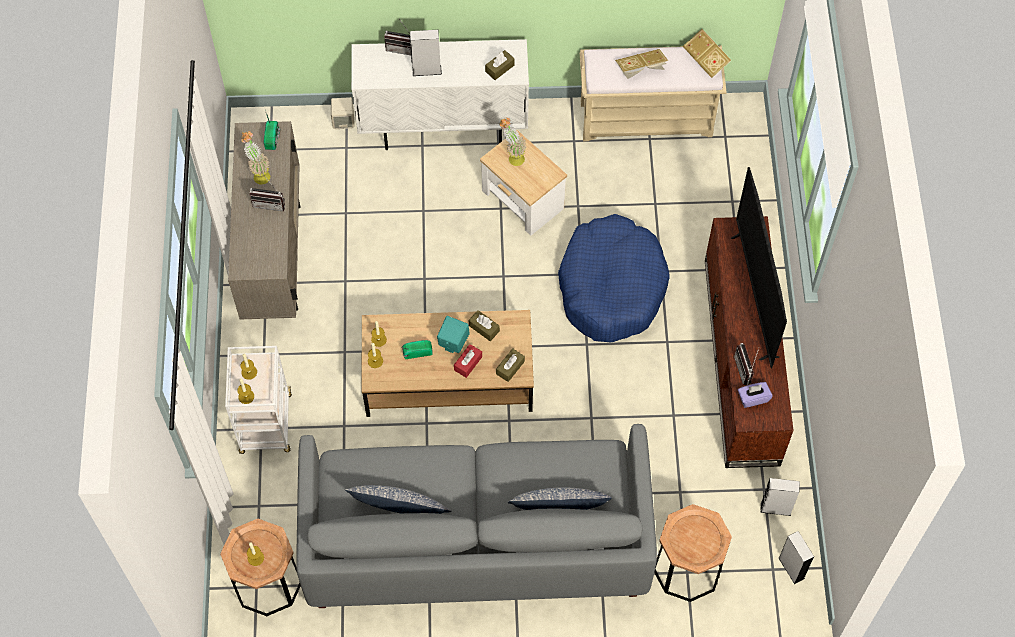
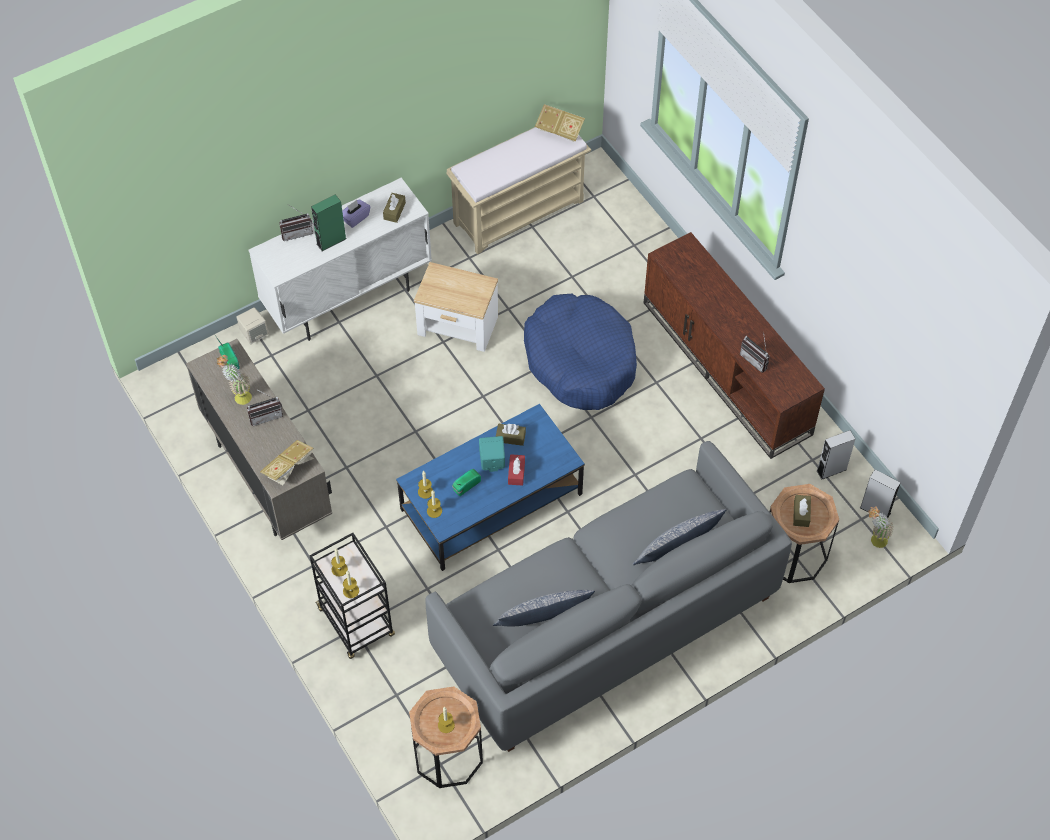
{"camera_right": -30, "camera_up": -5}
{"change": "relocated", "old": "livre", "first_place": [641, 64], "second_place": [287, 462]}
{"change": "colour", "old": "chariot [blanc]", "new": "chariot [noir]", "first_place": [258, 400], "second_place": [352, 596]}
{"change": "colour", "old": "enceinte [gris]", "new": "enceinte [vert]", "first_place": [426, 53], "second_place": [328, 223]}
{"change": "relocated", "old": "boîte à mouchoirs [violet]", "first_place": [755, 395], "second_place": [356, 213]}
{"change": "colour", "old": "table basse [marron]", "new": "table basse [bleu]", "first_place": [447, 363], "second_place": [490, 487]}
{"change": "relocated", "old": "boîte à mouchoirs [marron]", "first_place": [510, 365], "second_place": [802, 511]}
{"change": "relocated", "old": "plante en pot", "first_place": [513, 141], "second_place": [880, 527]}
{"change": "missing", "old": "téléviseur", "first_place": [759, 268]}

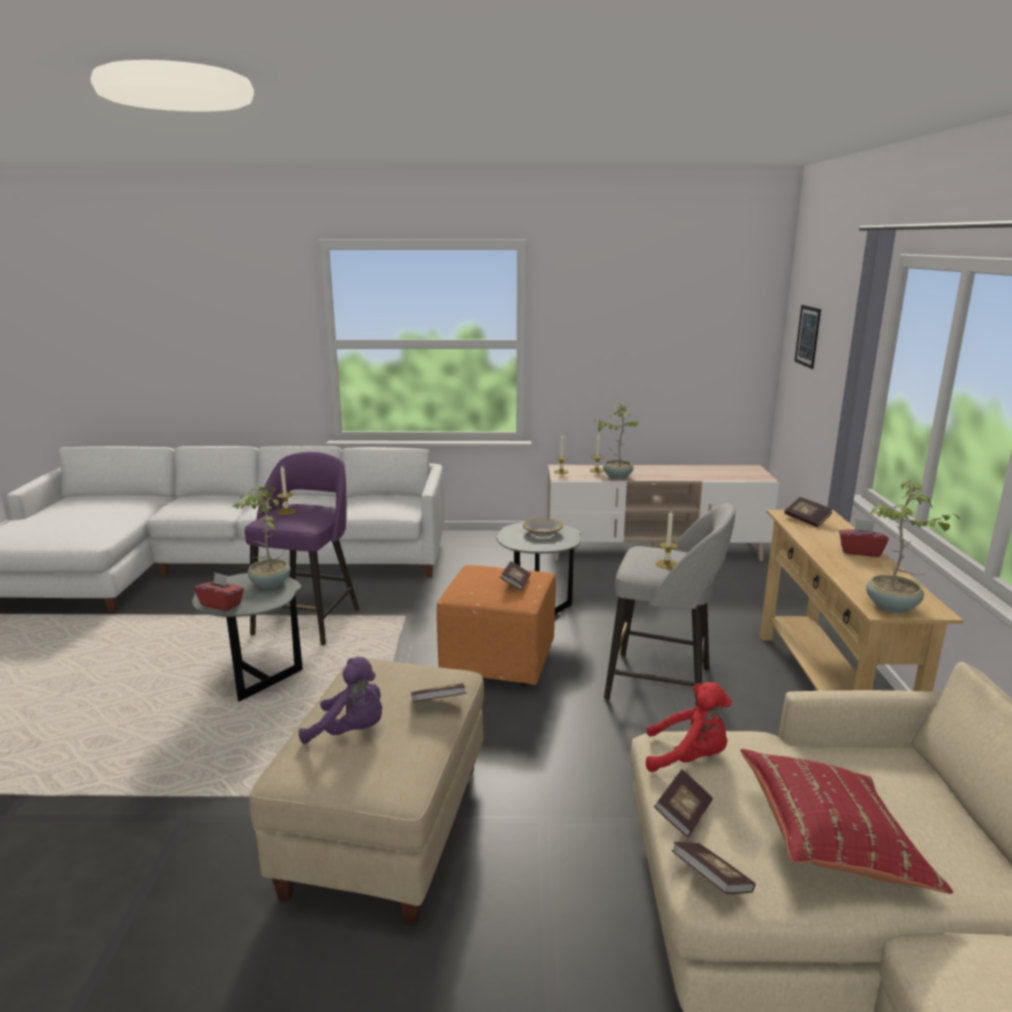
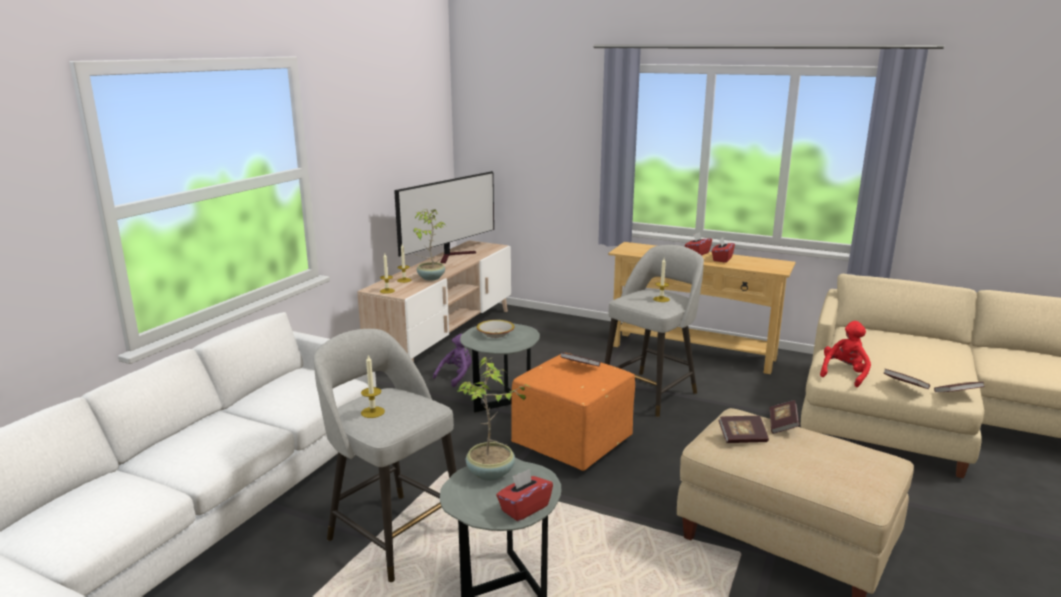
{"camera_right": -65, "camera_up": 0}
{"change": "colour", "old": "tabouret [violet]", "new": "tabouret [gris]", "first_place": [302, 548], "second_place": [384, 455]}
{"change": "appeared", "new": "téléviseur", "second_place": [444, 217]}
{"change": "relocated", "old": "peluche [violet]", "first_place": [340, 700], "second_place": [452, 360]}
{"change": "appeared", "new": "boîte à mouchoirs [rouge]", "second_place": [723, 250]}
{"change": "relocated", "old": "livre", "first_place": [808, 512], "second_place": [743, 429]}
{"change": "missing", "old": "coussin [rouge]", "first_place": [846, 821]}
{"change": "missing", "old": "tableau", "first_place": [807, 337]}
{"change": "missing", "old": "plante en pot", "first_place": [913, 546]}

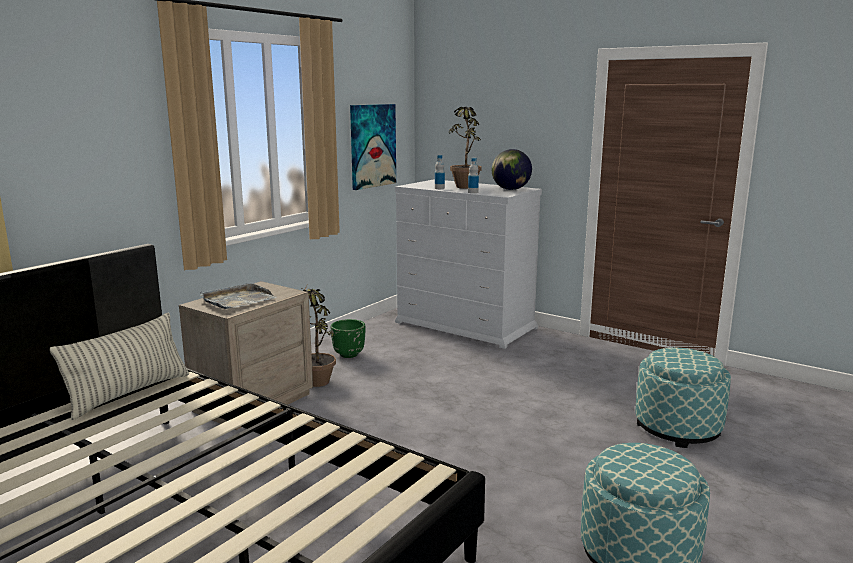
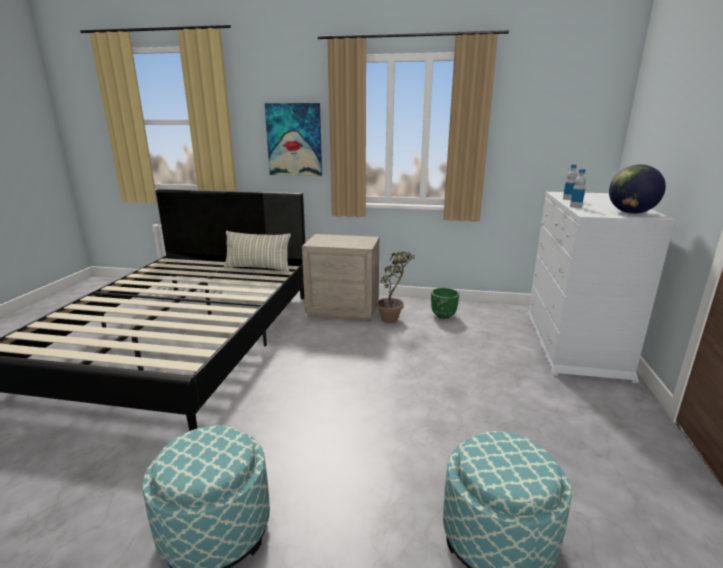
{"camera_right": 65, "camera_up": 5}
{"change": "relocated", "old": "tableau", "first_place": [373, 147], "second_place": [293, 139]}
{"change": "missing", "old": "plateau [gris]", "first_place": [238, 296]}
{"change": "missing", "old": "plante en pot", "first_place": [465, 148]}

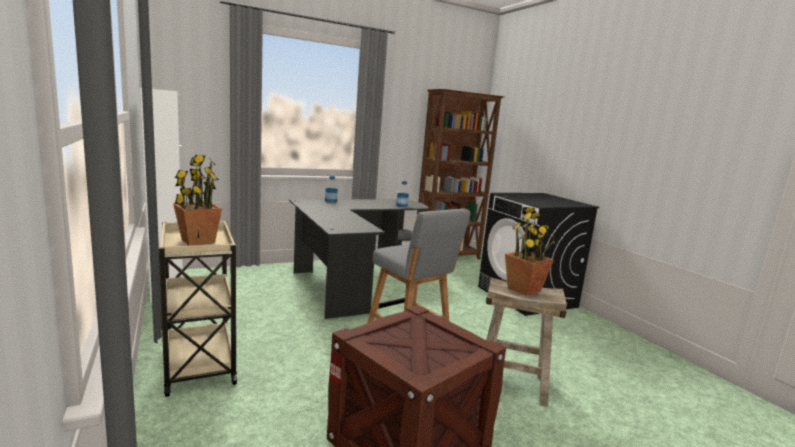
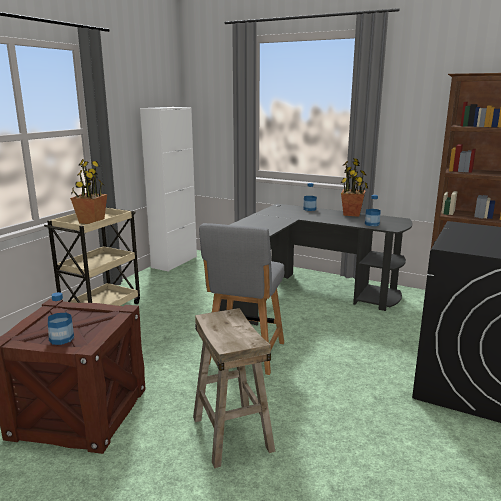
{"camera_right": 55, "camera_up": 5}
{"change": "appeared", "new": "bouteille", "second_place": [61, 318]}
{"change": "relocated", "old": "plante en pot", "first_place": [530, 251], "second_place": [354, 187]}

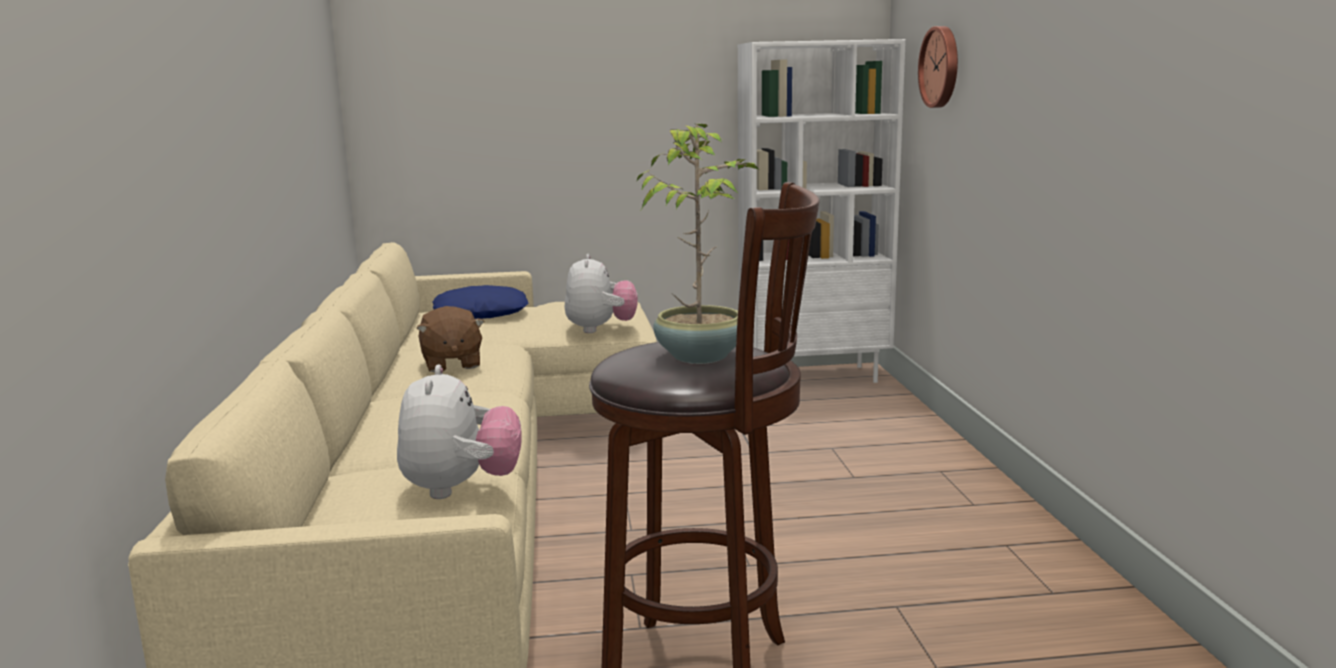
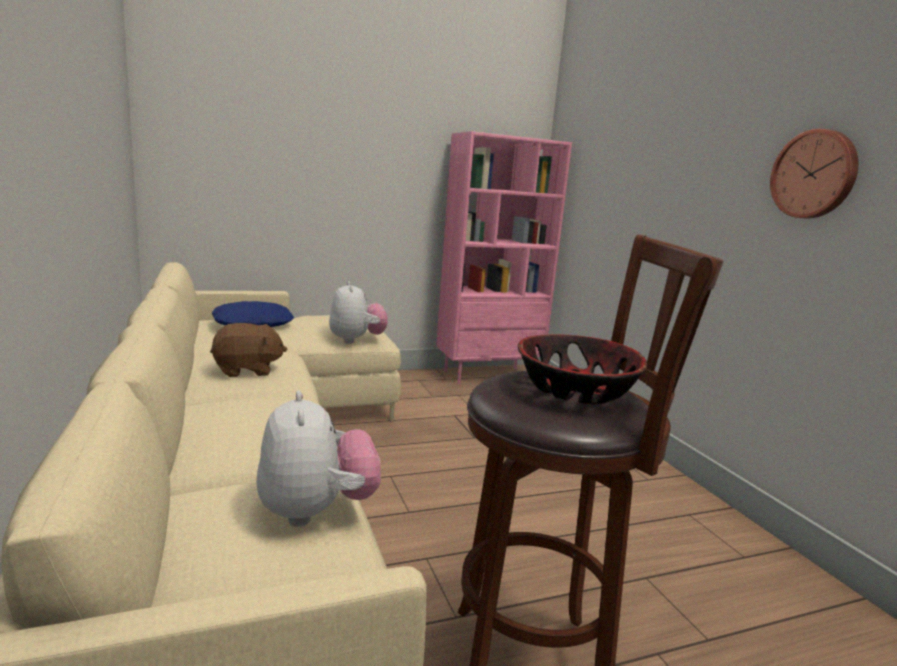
{"camera_right": -15, "camera_up": 0}
{"change": "spun", "old": "peluche [marron]", "first_place": [450, 339], "second_place": [248, 350], "degrees": -75}
{"change": "colour", "old": "bibliothèque [blanc]", "new": "bibliothèque [rose]", "first_place": [822, 211], "second_place": [504, 257]}
{"change": "exchanged", "old": "plante en pot", "new": "bol", "first_place": [697, 244], "second_place": [583, 369]}
{"change": "relocated", "old": "horloge murale", "first_place": [938, 67], "second_place": [814, 173]}

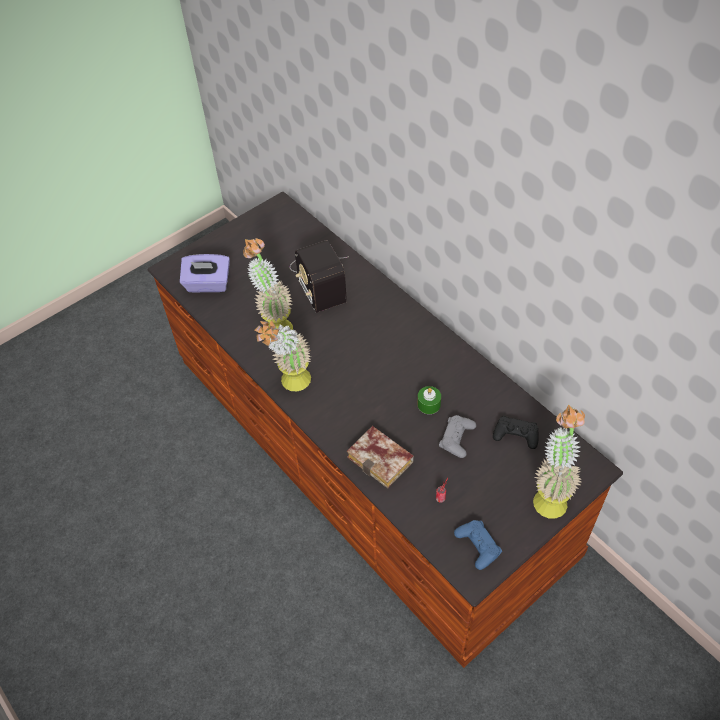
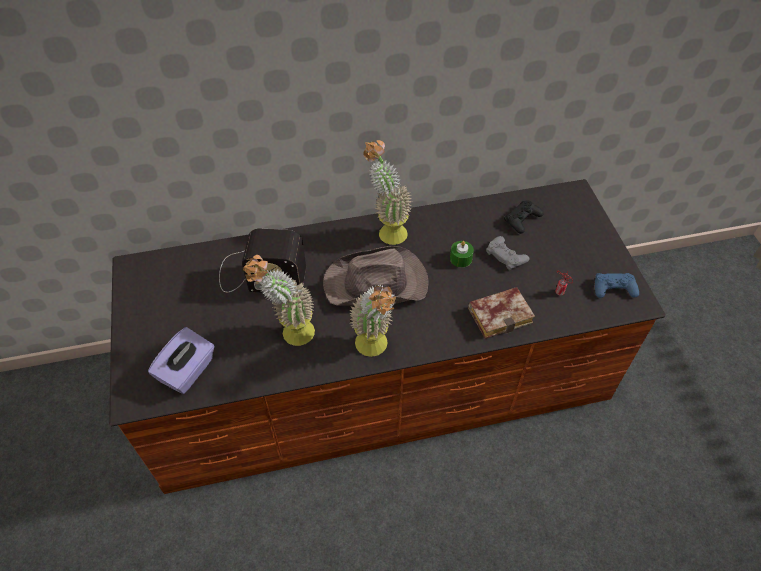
{"camera_right": -65, "camera_up": 0}
{"change": "appeared", "new": "chapeau [marron]", "second_place": [376, 276]}
{"change": "relocated", "old": "plante en pot", "first_place": [559, 462], "second_place": [388, 192]}

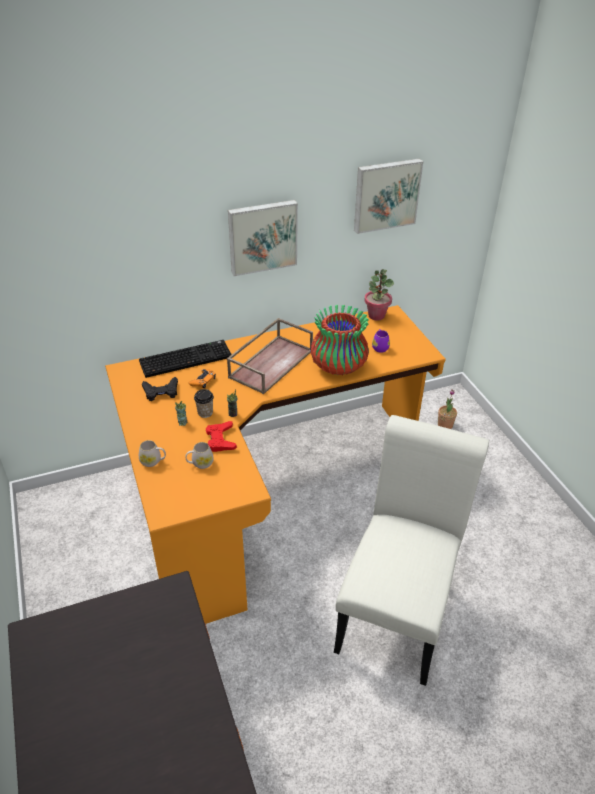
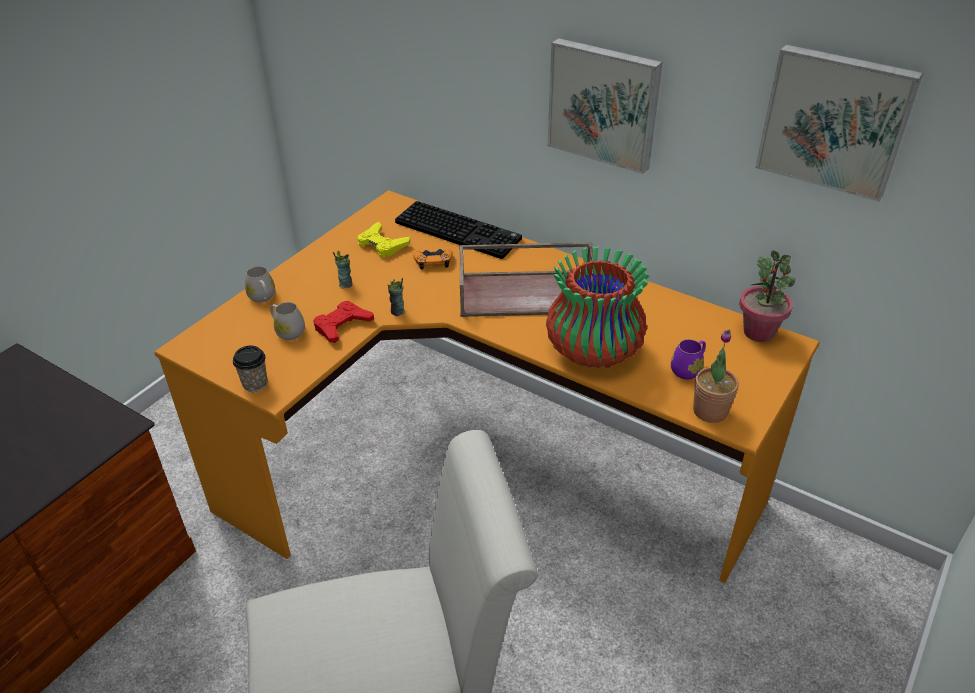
{"camera_right": 55, "camera_up": 0}
{"change": "relocated", "old": "tasse", "first_place": [204, 403], "second_place": [250, 368]}
{"change": "colour", "old": "manette [noir]", "new": "manette [jaune]", "first_place": [160, 389], "second_place": [383, 240]}
{"change": "relocated", "old": "plante en pot", "first_place": [447, 409], "second_place": [716, 376]}

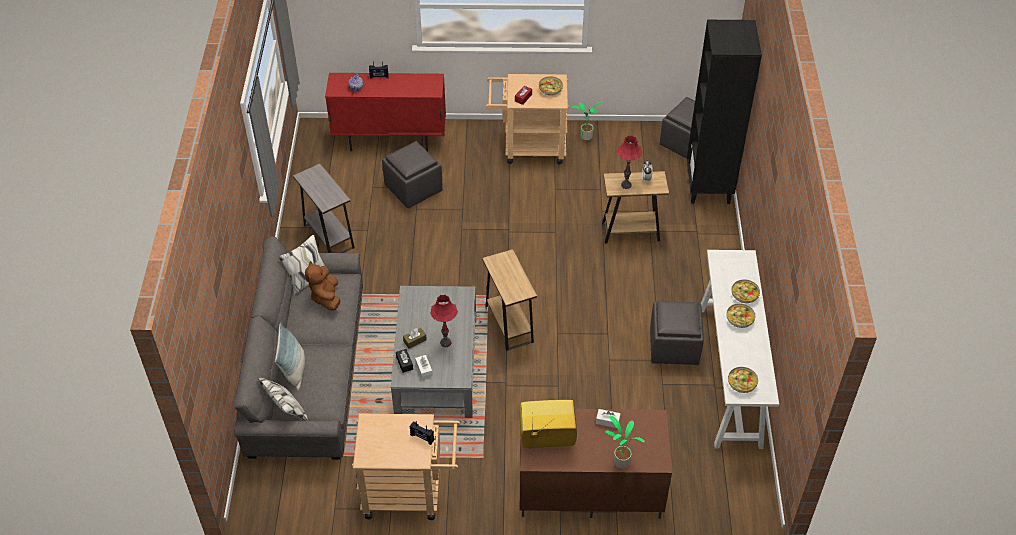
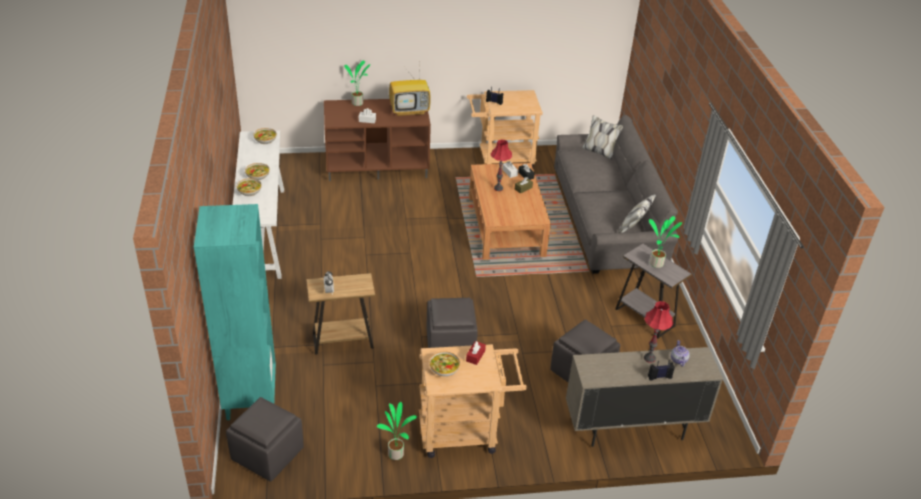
{"camera_right": 170, "camera_up": -10}
{"change": "colour", "old": "bibliothèque [noir]", "new": "bibliothèque [turquoise]", "first_place": [724, 112], "second_place": [235, 312]}
{"change": "relocated", "old": "pouf [gris]", "first_place": [677, 333], "second_place": [452, 323]}
{"change": "colour", "old": "table basse [gris]", "new": "table basse [marron]", "first_place": [433, 352], "second_place": [510, 211]}
{"change": "colour", "old": "meuble de rangement [rouge]", "new": "meuble de rangement [beige]", "first_place": [385, 112], "second_place": [644, 397]}
{"change": "relocated", "old": "lampe de table [rouge]", "first_place": [629, 162], "second_place": [659, 332]}
{"change": "appeared", "new": "plante en pot", "second_place": [665, 242]}
{"change": "missing", "old": "coussin", "first_place": [290, 356]}
{"change": "missing", "old": "peluche [marron]", "first_place": [322, 286]}
{"change": "missing", "old": "table d'appoint [marron]", "first_place": [509, 300]}

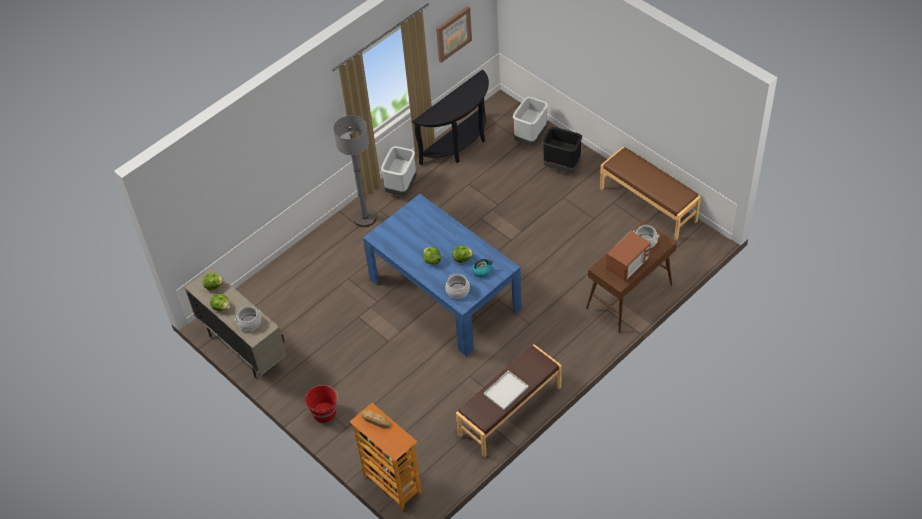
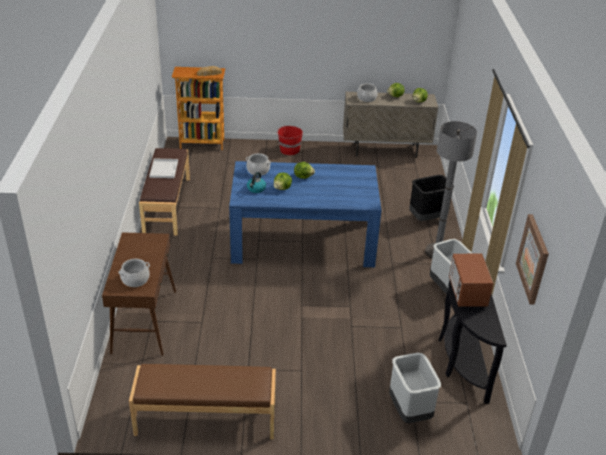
{"camera_right": 130, "camera_up": -15}
{"change": "relocated", "old": "poubelle [noir]", "first_place": [562, 150], "second_place": [431, 198]}
{"change": "relocated", "old": "micro-ondes", "first_place": [628, 256], "second_place": [471, 280]}

